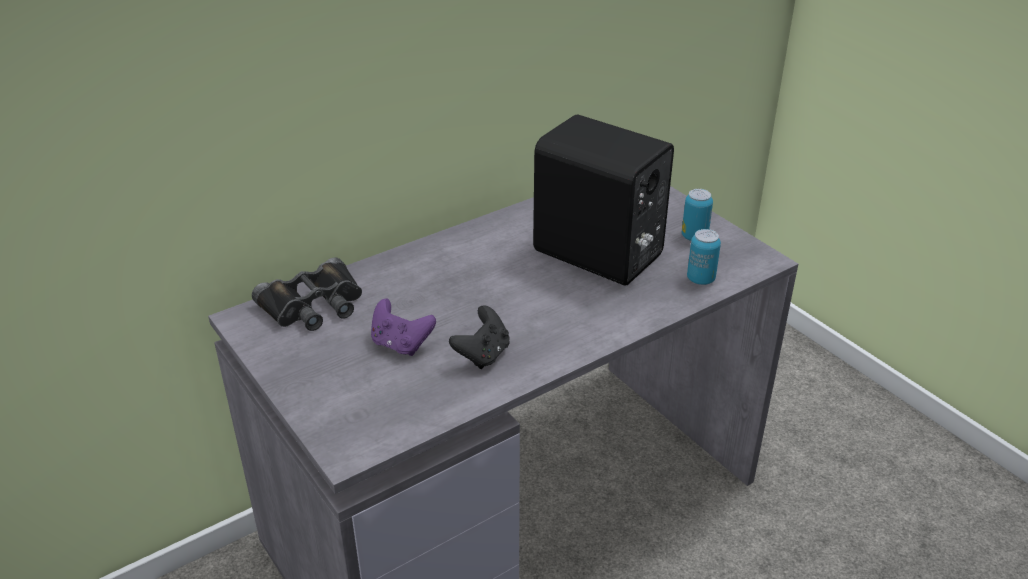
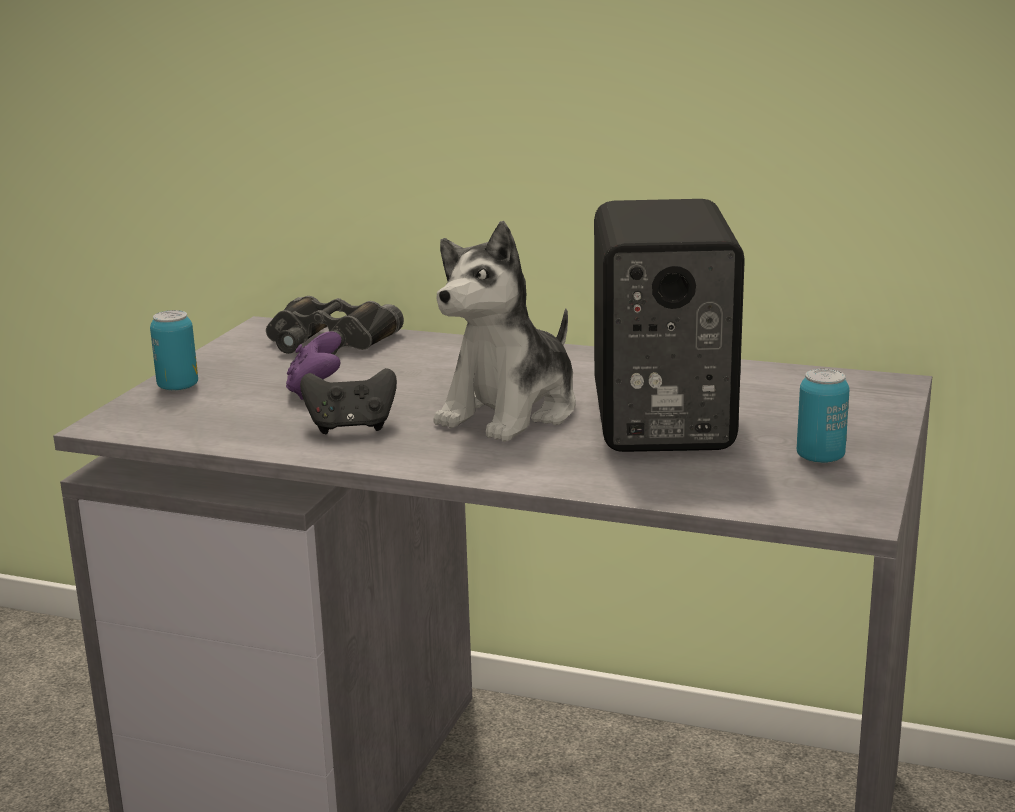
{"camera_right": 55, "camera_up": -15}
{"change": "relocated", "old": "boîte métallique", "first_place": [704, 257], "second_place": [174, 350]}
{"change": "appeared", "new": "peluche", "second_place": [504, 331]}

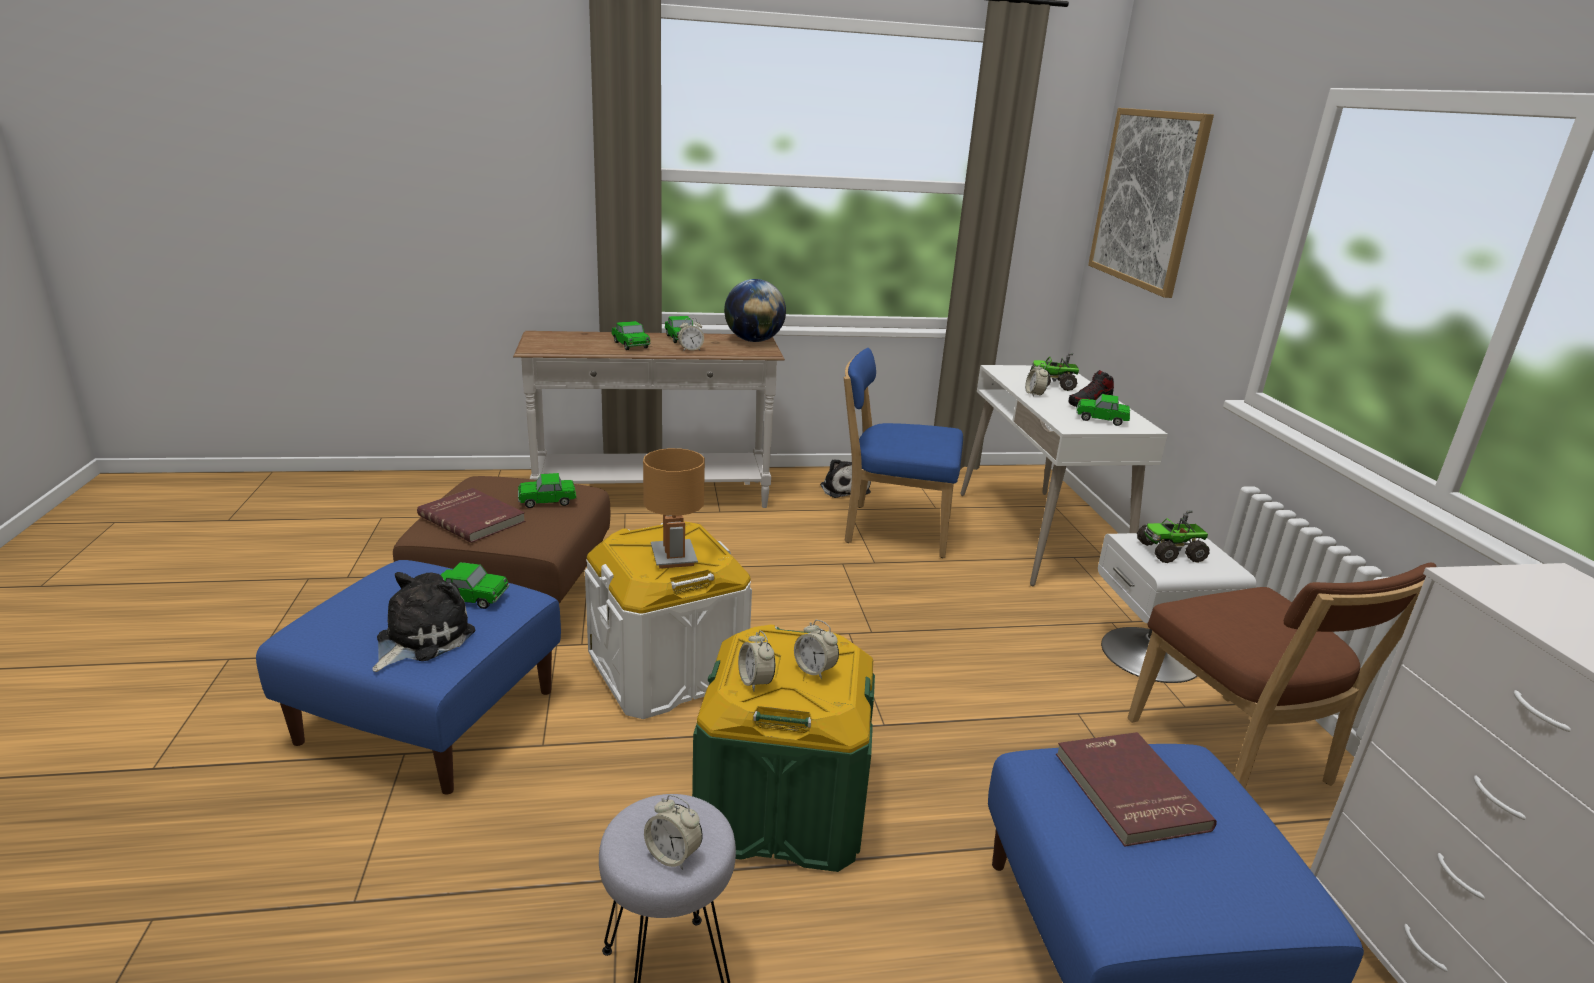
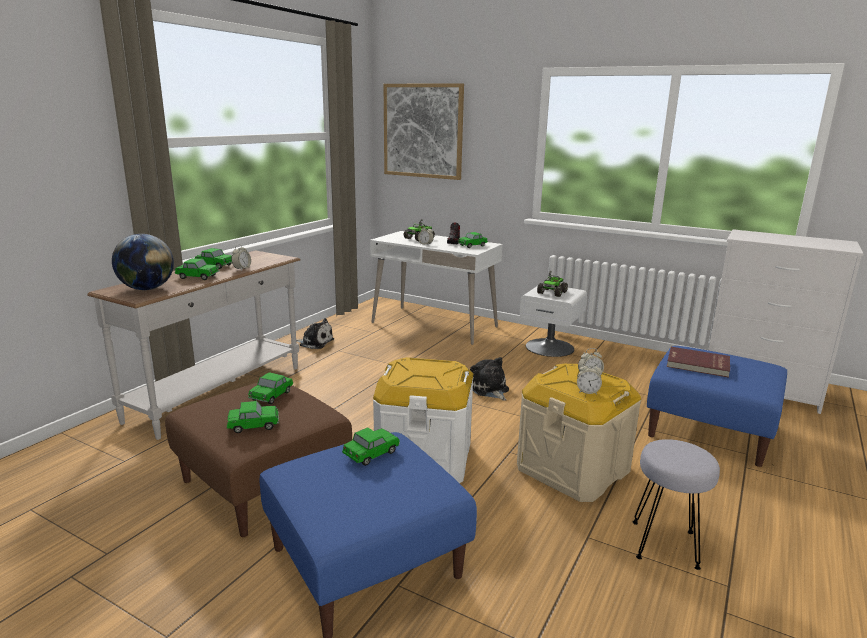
{"camera_right": -50, "camera_up": -5}
{"change": "relocated", "old": "globe", "first_place": [755, 310], "second_place": [143, 262]}
{"change": "exchanged", "old": "livre [rouge]", "new": "petite voiture", "first_place": [471, 515], "second_place": [253, 417]}
{"change": "relocated", "old": "peluche", "first_place": [423, 622], "second_place": [489, 379]}
{"change": "colour", "old": "boîte de rangement [vert]", "new": "boîte de rangement [beige]", "first_place": [783, 748], "second_place": [579, 432]}
{"change": "missing", "old": "lampe de table [marron]", "first_place": [674, 508]}
{"change": "missing", "old": "réveil", "first_place": [673, 832]}
{"change": "missing", "old": "chaise [bleu]", "first_place": [903, 453]}
{"change": "missing", "old": "chaise [marron]", "first_place": [1282, 676]}

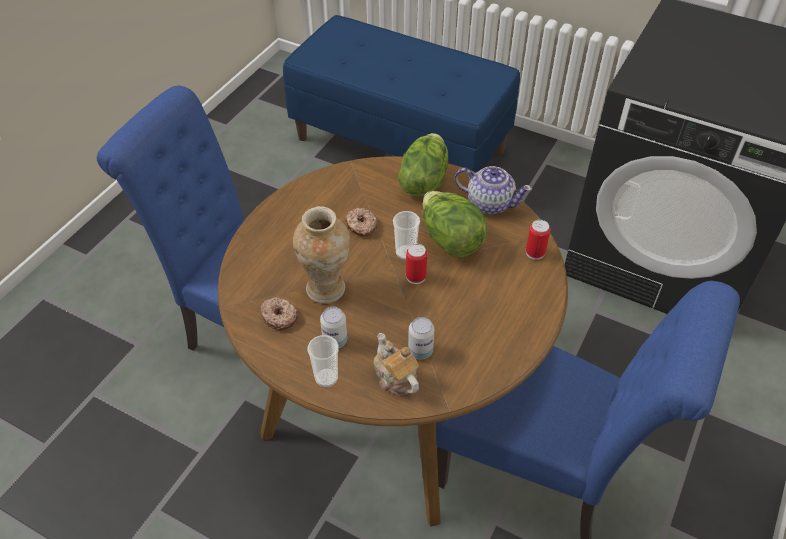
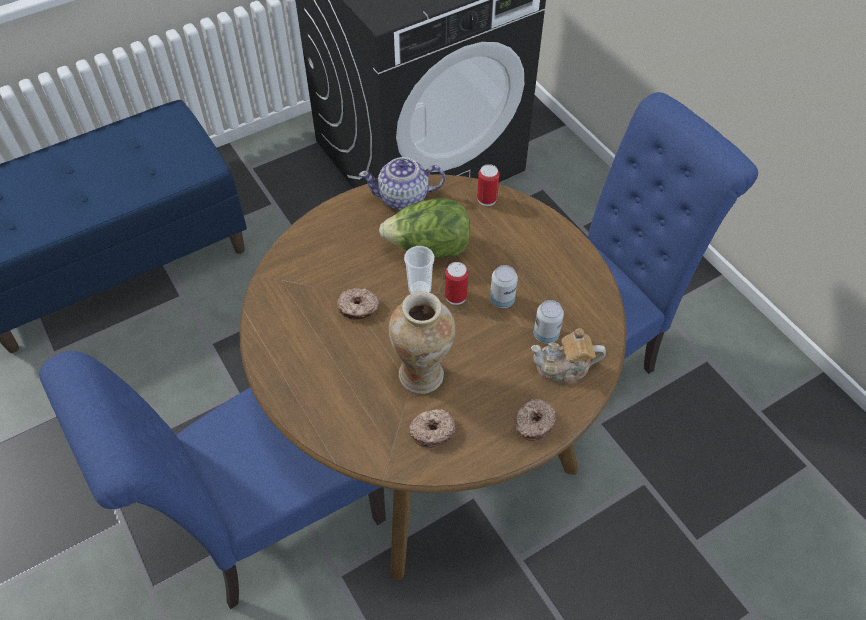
{"camera_right": -60, "camera_up": 5}
{"change": "spun", "old": "théière", "first_place": [493, 190], "second_place": [402, 183], "degrees": -150}
{"change": "relocated", "old": "boîte métallique", "first_place": [333, 327], "second_place": [504, 286]}
{"change": "exchanged", "old": "tasse", "new": "beignet", "first_place": [323, 361], "second_place": [535, 419]}
{"change": "missing", "old": "laitue", "first_place": [423, 165]}

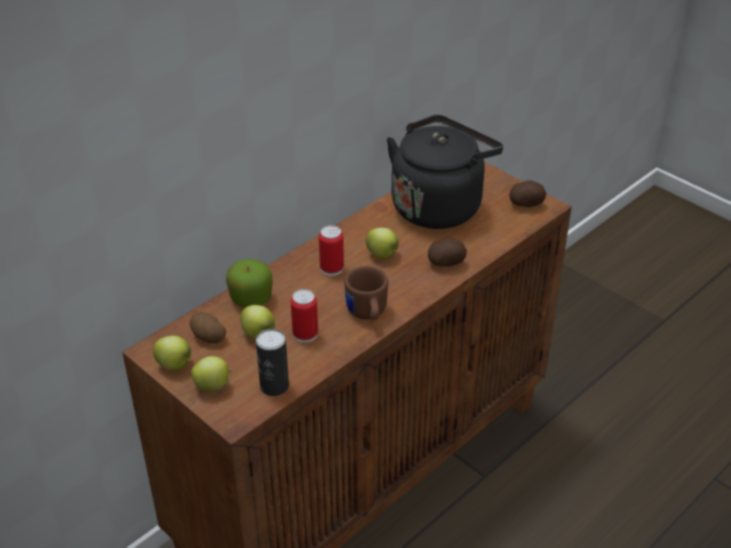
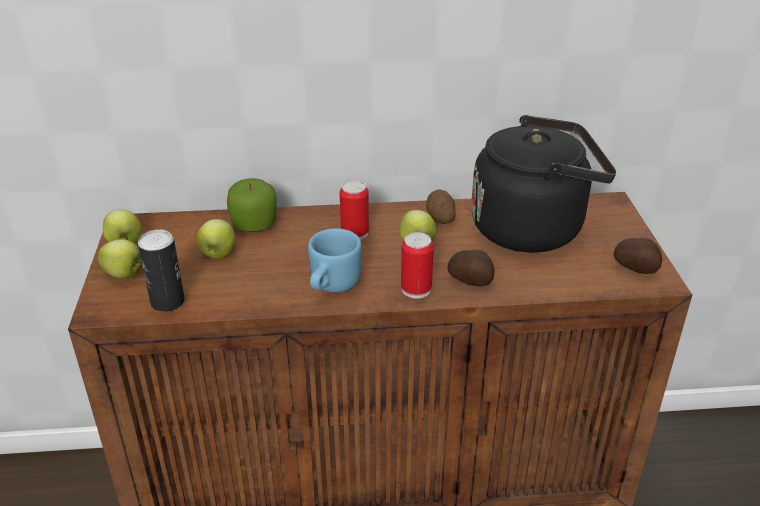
{"camera_right": 40, "camera_up": -5}
{"change": "colour", "old": "mug [marron]", "new": "mug [bleu]", "first_place": [366, 293], "second_place": [335, 260]}
{"change": "relocated", "old": "boîte métallique", "first_place": [304, 316], "second_place": [417, 265]}
{"change": "relocated", "old": "pomme de terre", "first_place": [208, 327], "second_place": [441, 206]}

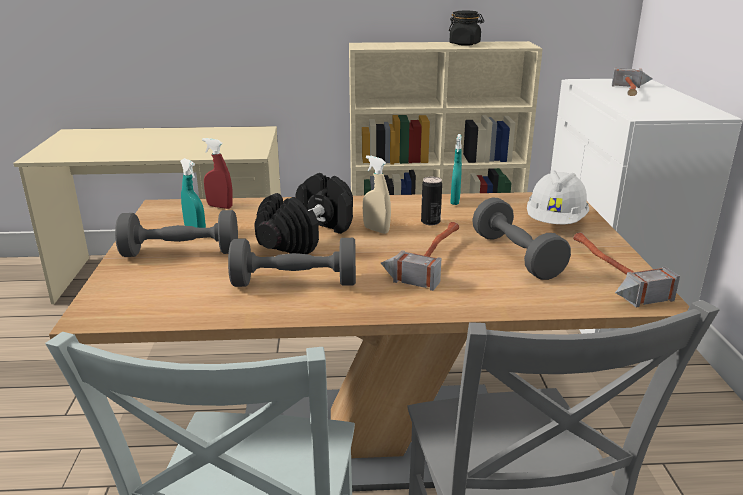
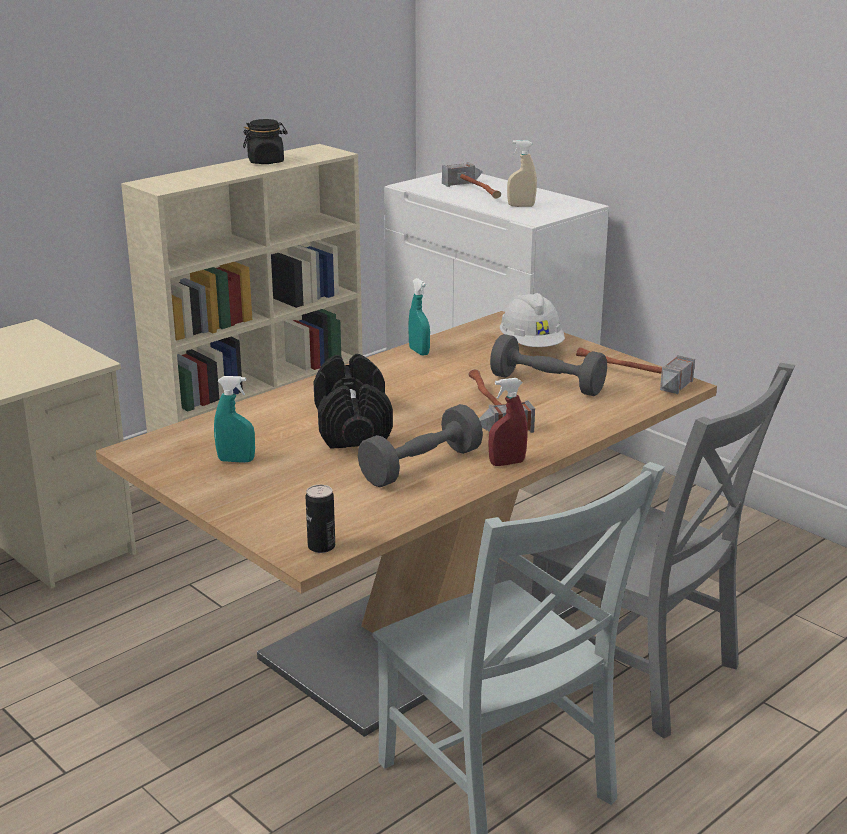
{"camera_right": -40, "camera_up": 0}
{"change": "relocated", "old": "boîte métallique", "first_place": [431, 201], "second_place": [320, 519]}
{"change": "relocated", "old": "vaporisateur [rouge]", "first_place": [217, 173], "second_place": [508, 422]}
{"change": "relocated", "old": "vaporisateur [beige]", "first_place": [377, 194], "second_place": [522, 173]}
{"change": "missing", "old": "haltère [gris]", "first_place": [176, 233]}

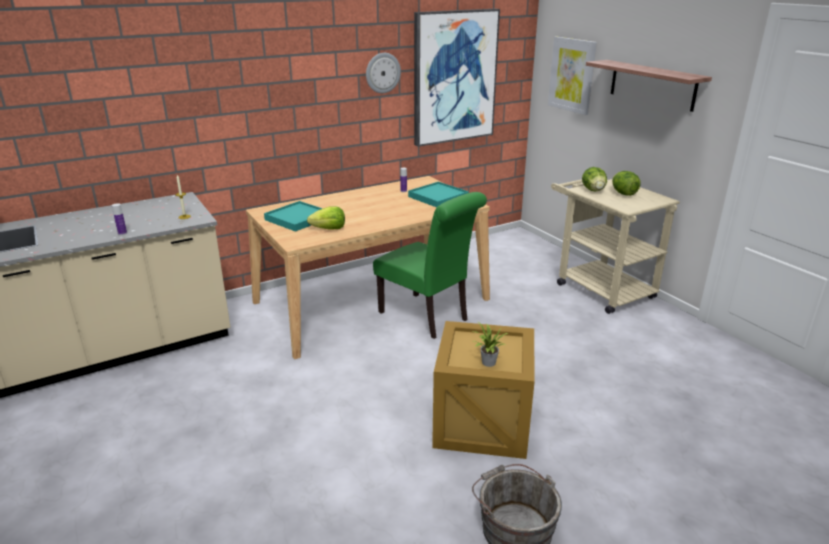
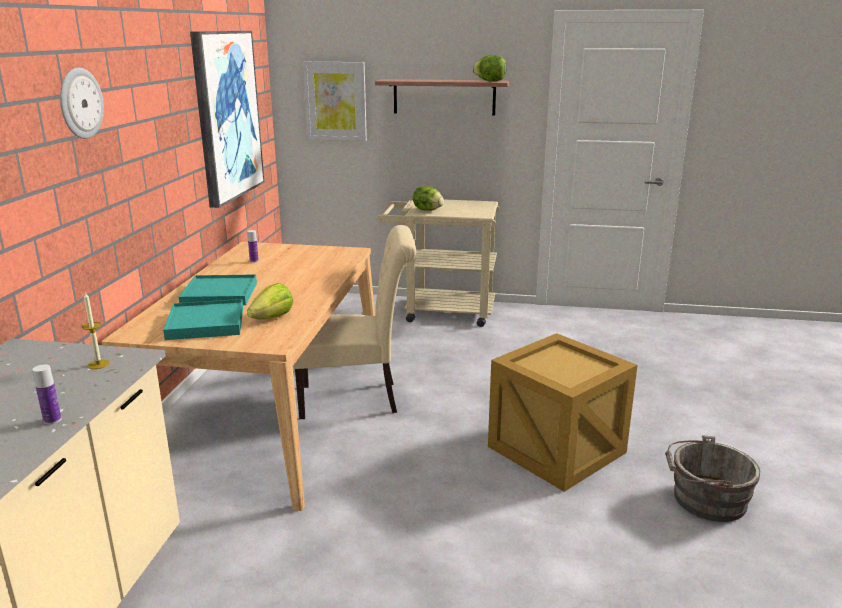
{"camera_right": -50, "camera_up": -5}
{"change": "relocated", "old": "horloge murale", "first_place": [383, 73], "second_place": [82, 103]}
{"change": "relocated", "old": "plateau [turquoise]", "first_place": [438, 194], "second_place": [218, 289]}
{"change": "colour", "old": "chaise [vert]", "new": "chaise [beige]", "first_place": [430, 265], "second_place": [354, 322]}
{"change": "relocated", "old": "laitue", "first_place": [626, 183], "second_place": [490, 68]}
{"change": "missing", "old": "plante en pot", "first_place": [489, 344]}

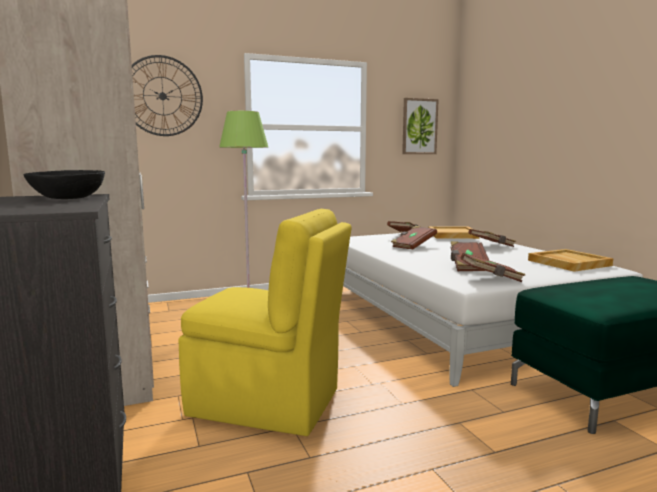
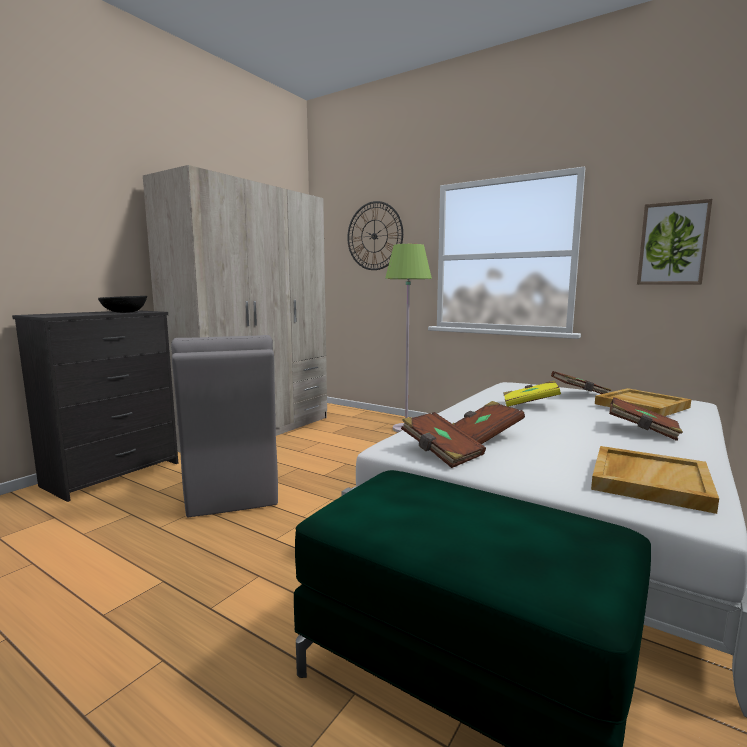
{"camera_right": 55, "camera_up": 0}
{"change": "colour", "old": "chaise [jaune]", "new": "chaise [gris]", "first_place": [265, 322], "second_place": [224, 426]}
{"change": "colour", "old": "livre [marron]", "new": "livre [jaune]", "first_place": [414, 238], "second_place": [532, 393]}

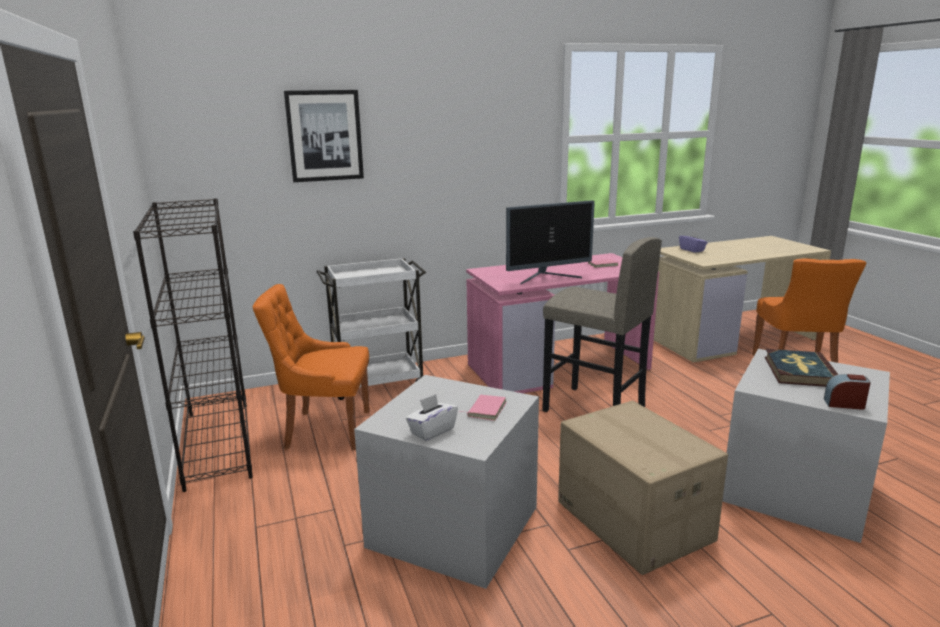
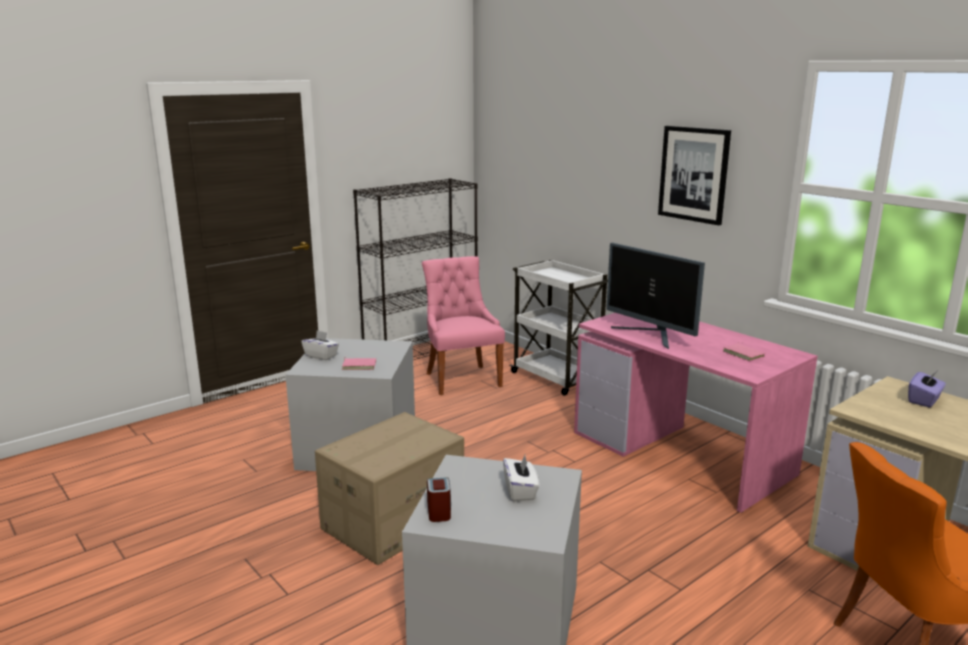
{"camera_right": 70, "camera_up": 0}
{"change": "colour", "old": "chaise [orange]", "new": "chaise [rose]", "first_place": [311, 367], "second_place": [463, 325]}
{"change": "exchanged", "old": "livre", "new": "boîte à mouchoirs [blanc]", "first_place": [801, 368], "second_place": [521, 478]}
{"change": "relocated", "old": "tableau", "first_place": [324, 136], "second_place": [694, 175]}
{"change": "missing", "old": "tabouret [gris]", "first_place": [602, 324]}

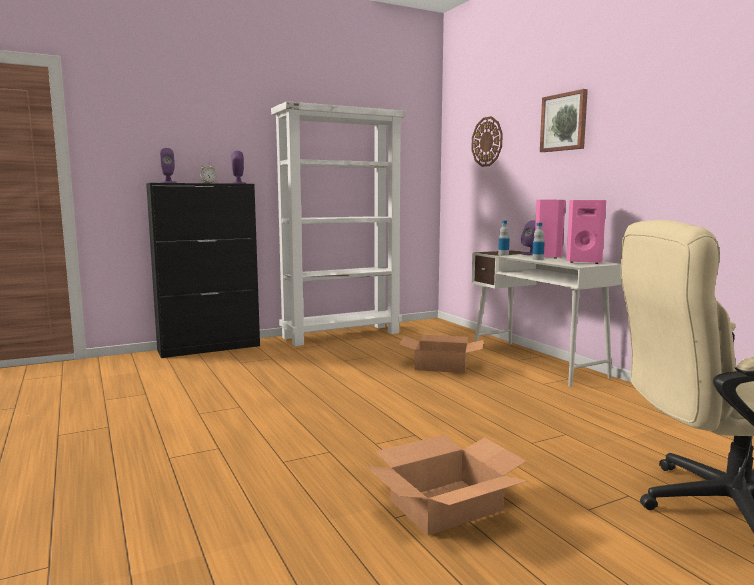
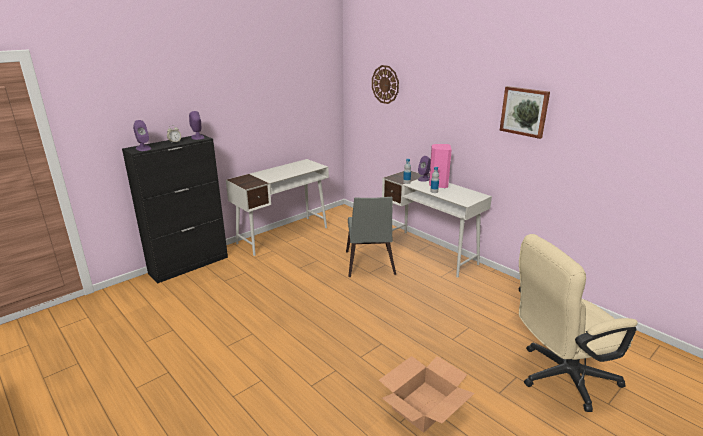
{"camera_right": -15, "camera_up": 15}
{"change": "exchanged", "old": "bibliothèque [blanc]", "new": "bureau [blanc]", "first_place": [338, 223], "second_place": [277, 207]}
{"change": "exchanged", "old": "carton", "new": "chaise [gris]", "first_place": [441, 354], "second_place": [371, 237]}
{"change": "relocated", "old": "tableau", "first_place": [564, 120], "second_place": [525, 112]}
{"change": "missing", "old": "enceinte [rose]", "first_place": [586, 232]}

